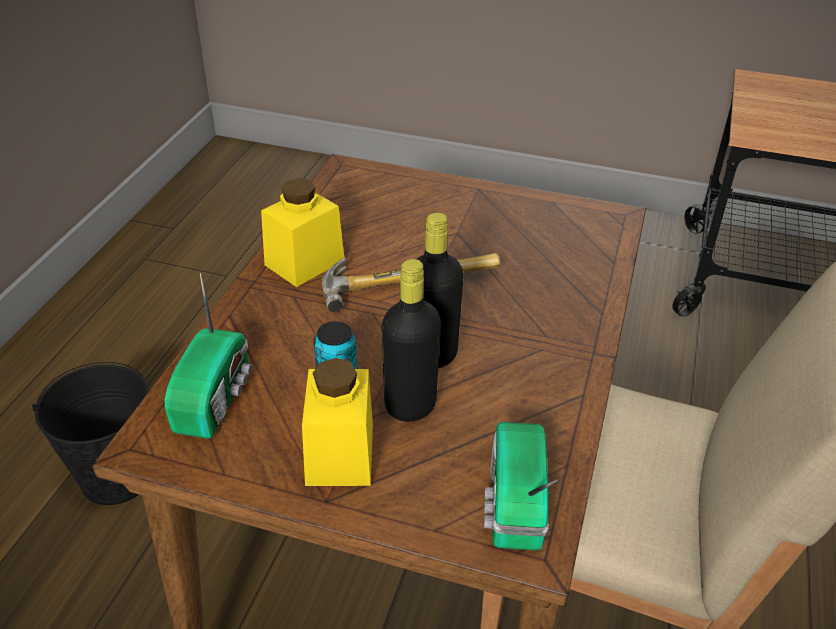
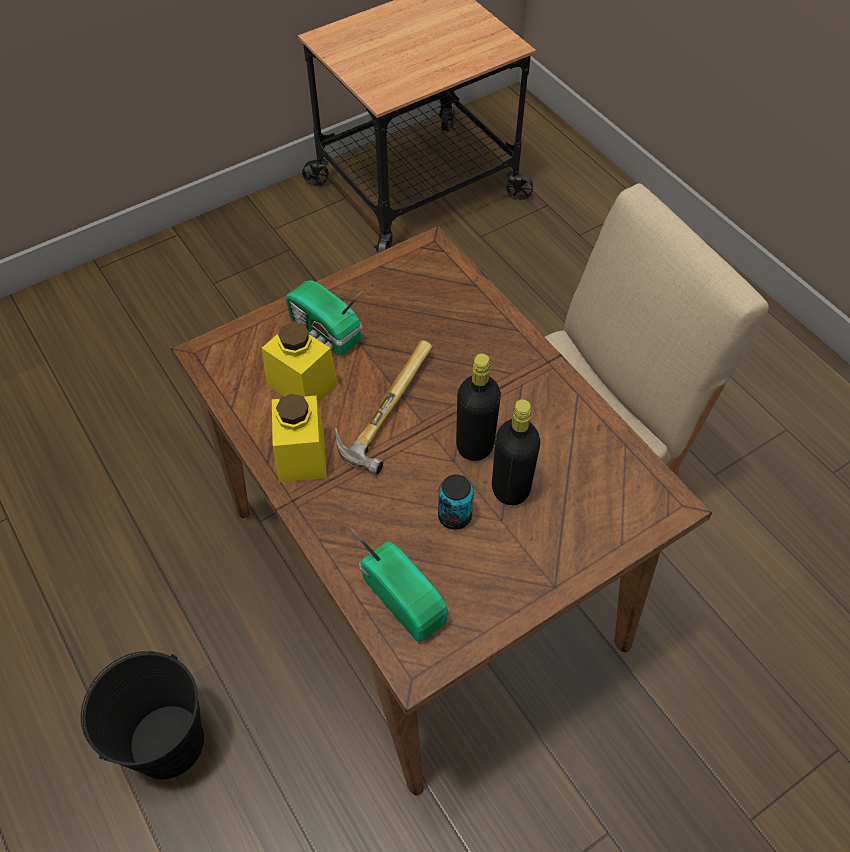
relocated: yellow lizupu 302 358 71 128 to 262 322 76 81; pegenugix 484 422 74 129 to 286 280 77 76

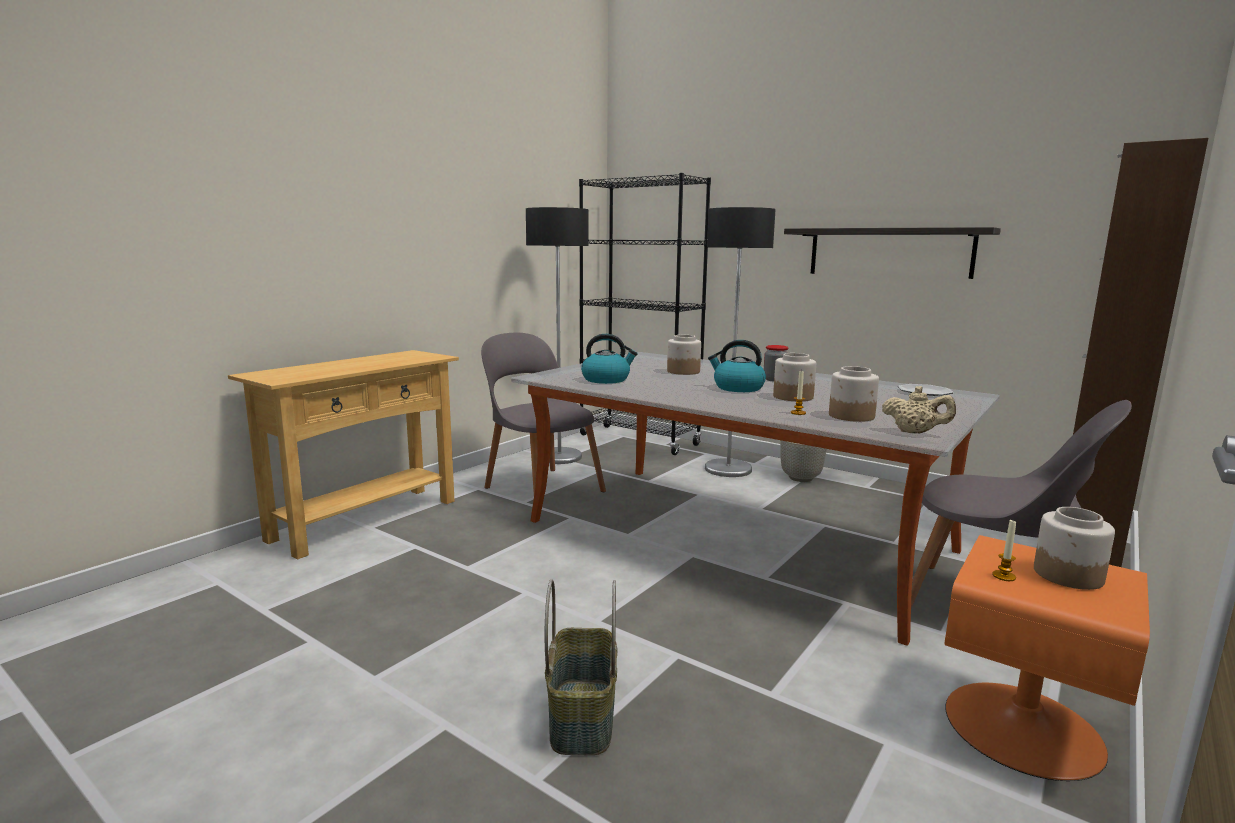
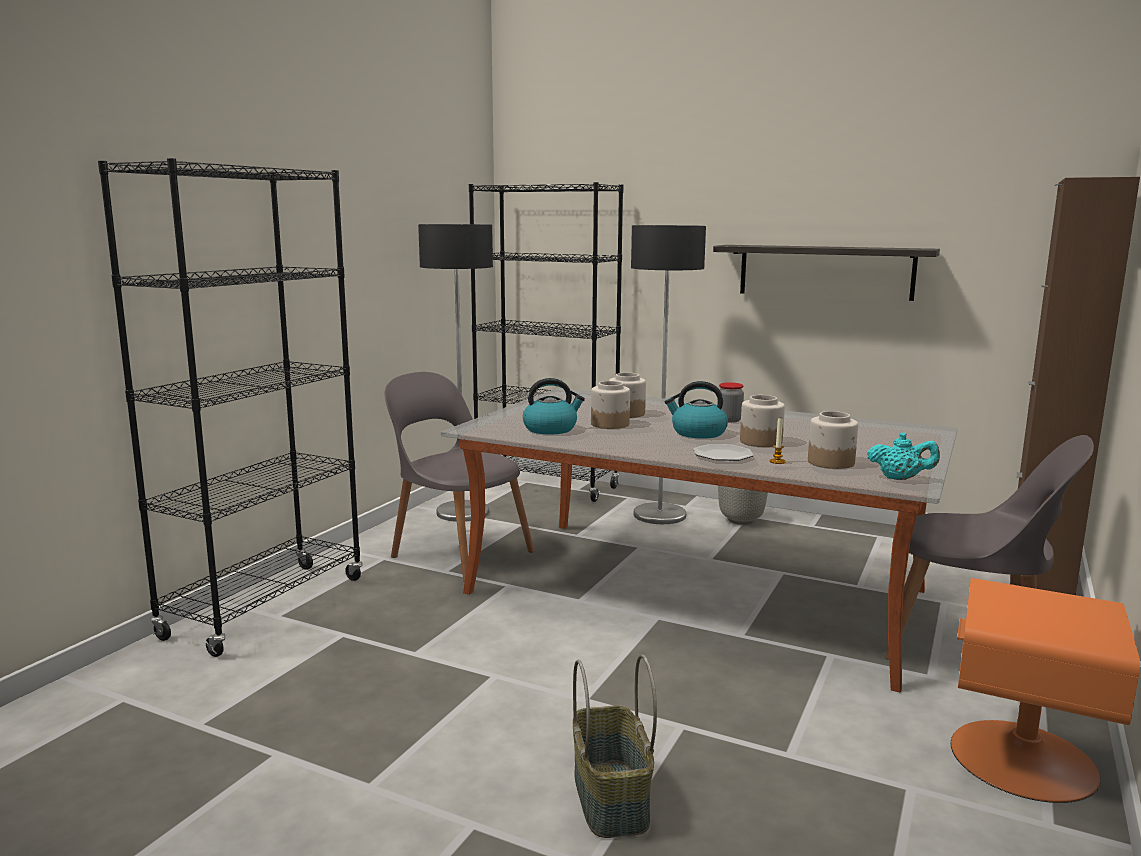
missing: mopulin 992 520 24 61
relocated: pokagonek 898 384 56 12 to 694 444 60 17; lizupu 1034 507 81 83 to 591 381 39 48
exchanged: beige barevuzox 228 350 231 209 to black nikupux 98 158 264 499
colour: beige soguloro 882 386 74 48 to turquoise soguloro 867 432 73 48

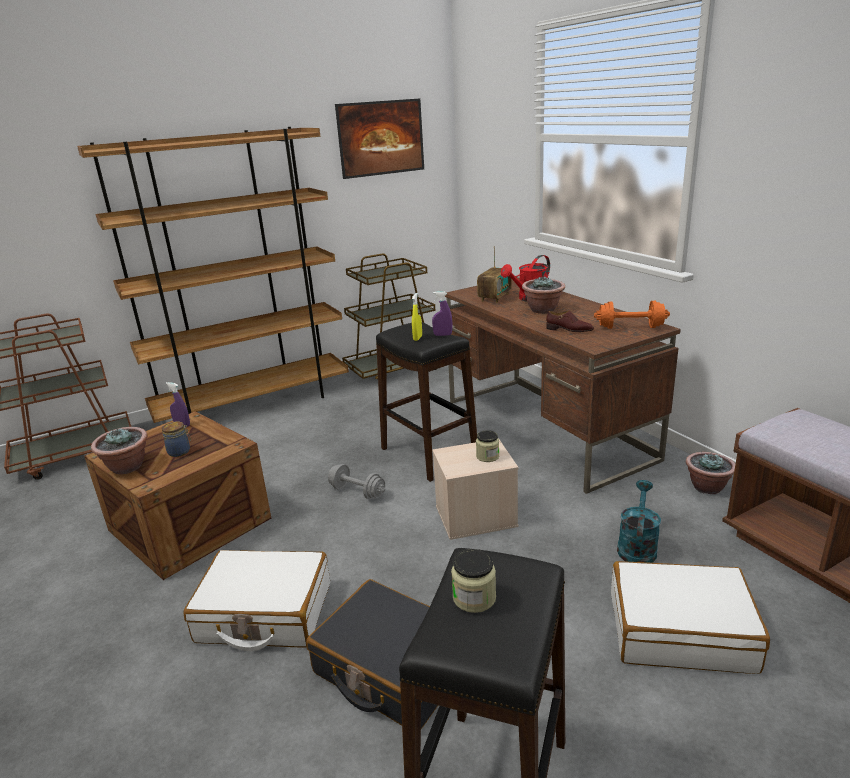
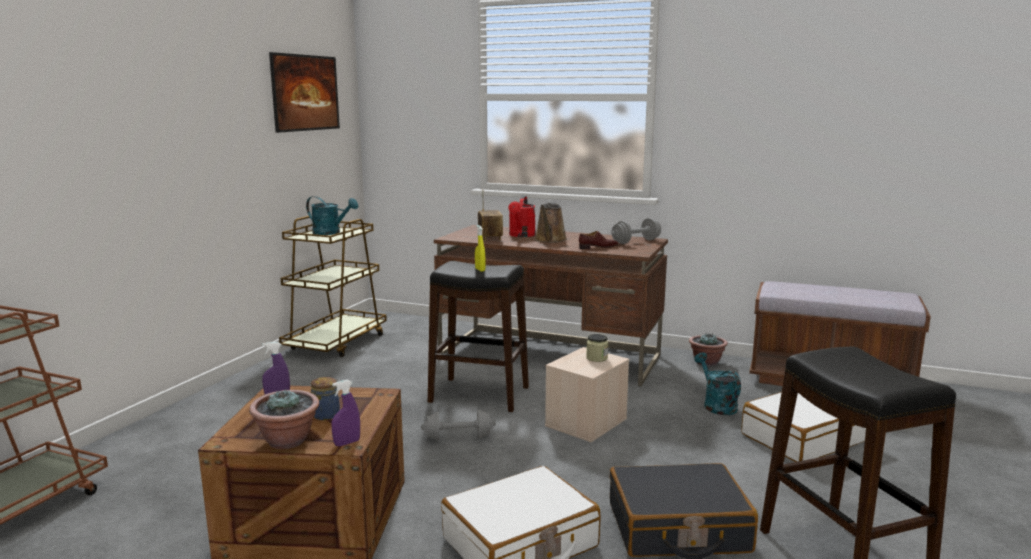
missing: brown nikupux 77 127 272 296; lizupu 451 549 45 64
appeared: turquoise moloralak 306 196 52 39
relocated: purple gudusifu 432 291 20 45 to 331 380 29 66
exchanged: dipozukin 522 276 43 38 to brown moloralak 535 202 32 41
colour: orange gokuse 594 301 76 28 to grey gokuse 612 218 49 26

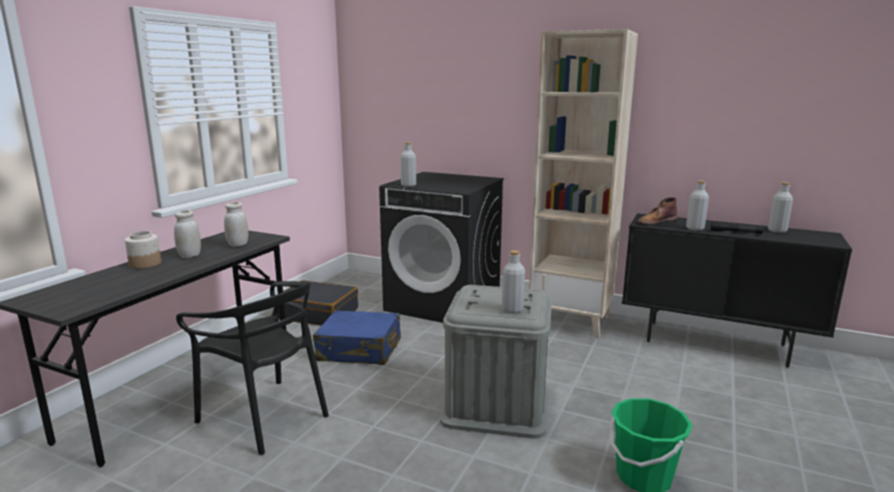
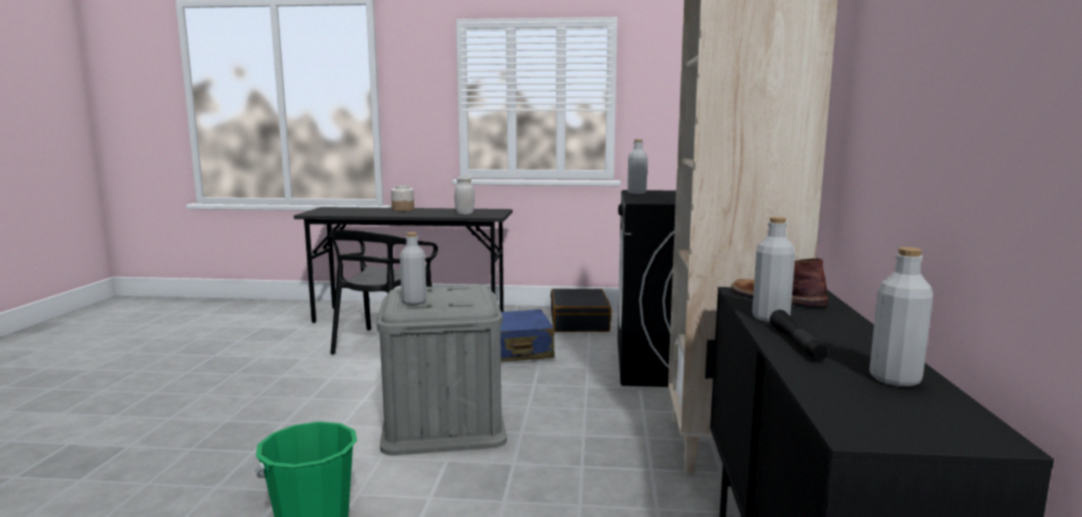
missing: white lizupu 174 210 27 48

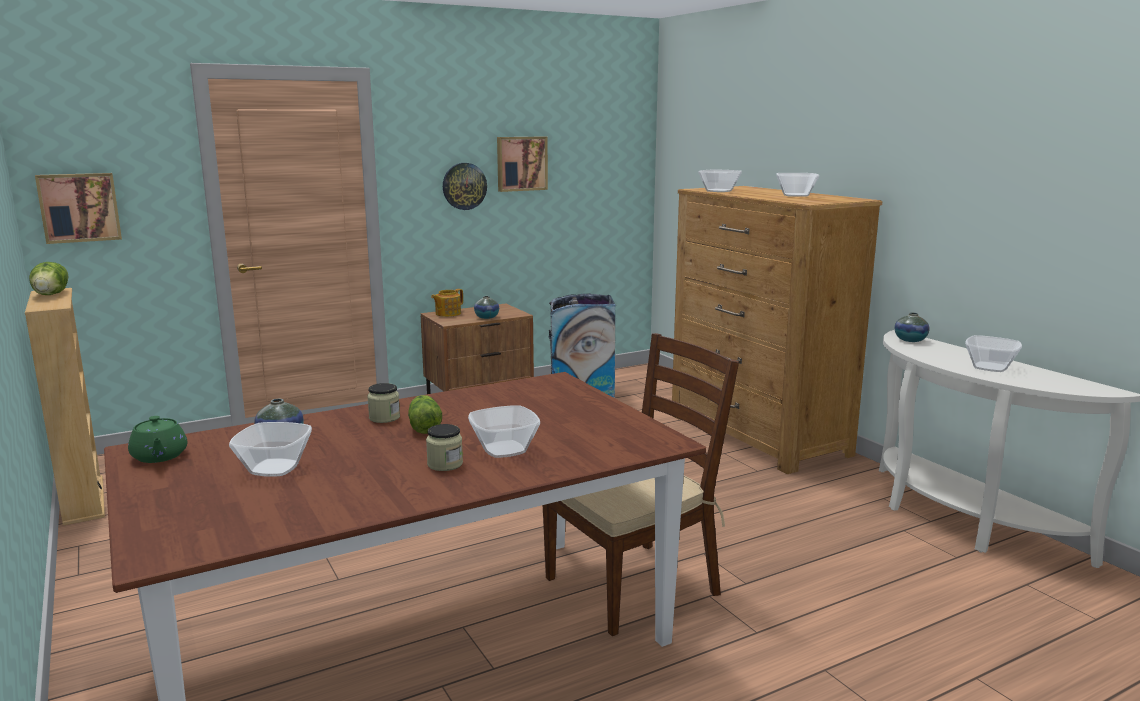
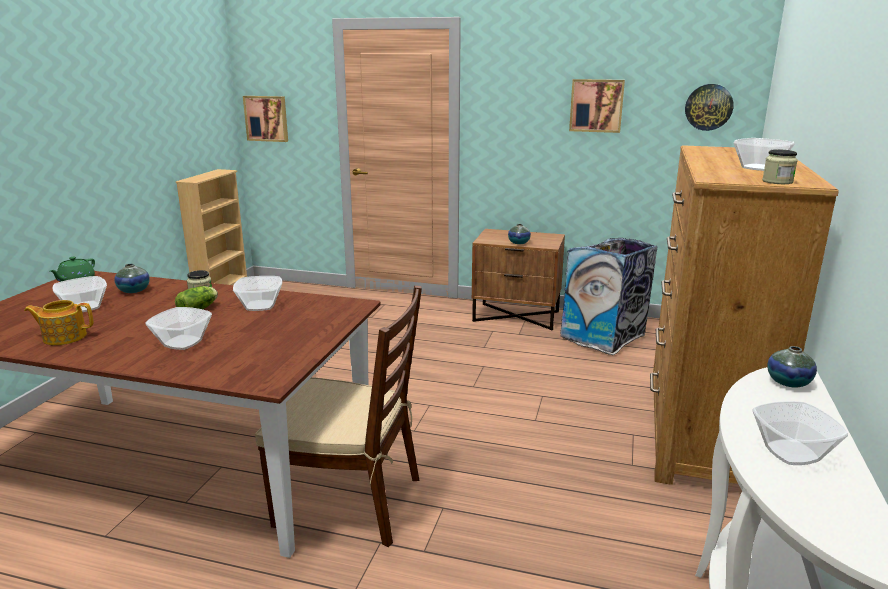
missing: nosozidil 29 262 40 33
relocated: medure 443 163 44 47 to 685 84 49 47; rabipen 698 169 44 23 to 233 276 49 35; soguloro 431 289 32 28 to 24 300 69 45; lizupu 426 424 37 47 to 762 149 35 35

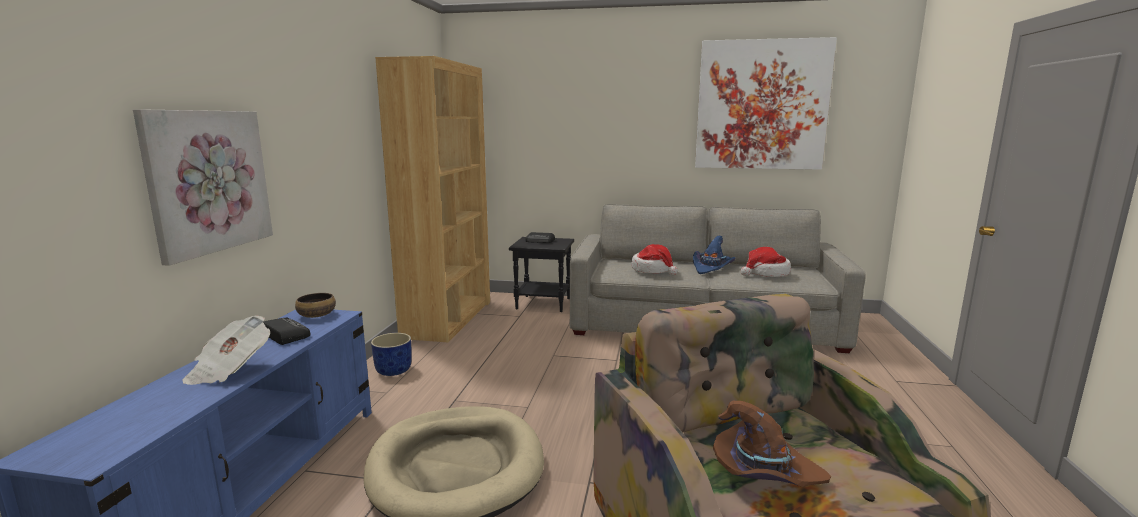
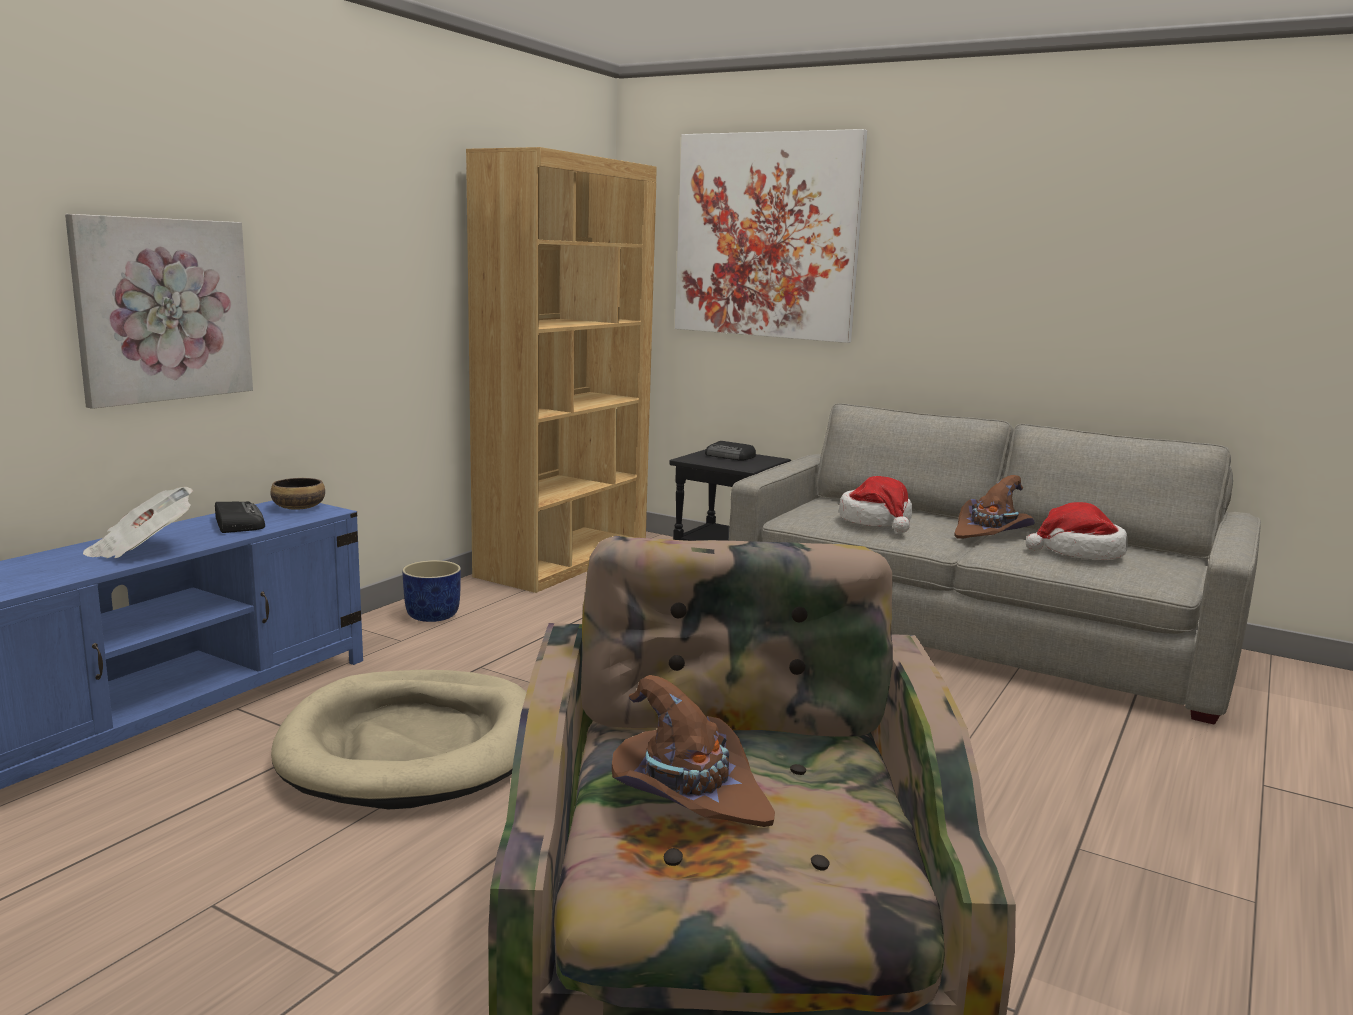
relocated: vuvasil 695 37 142 133 to 675 129 192 214
colour: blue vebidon 693 236 42 38 to brown vebidon 954 475 81 64

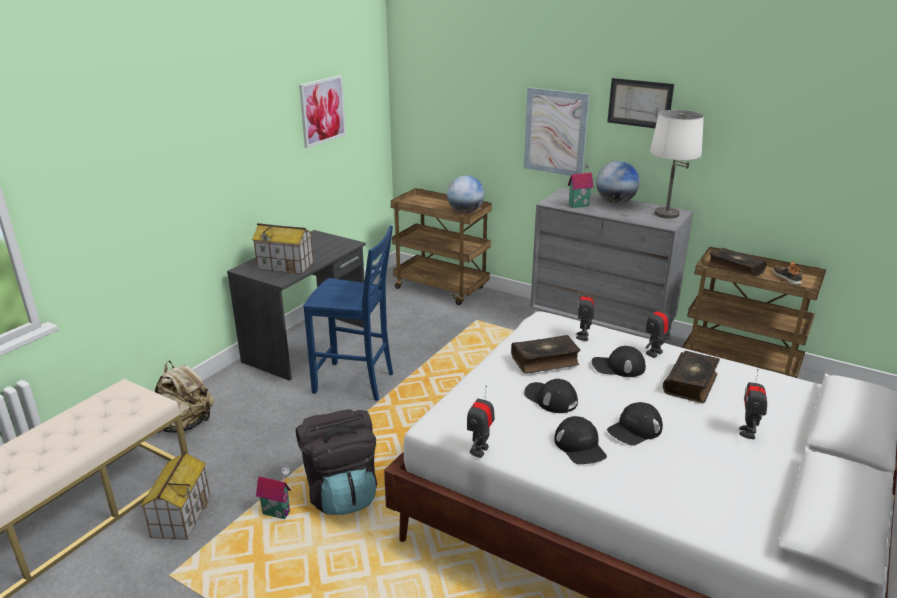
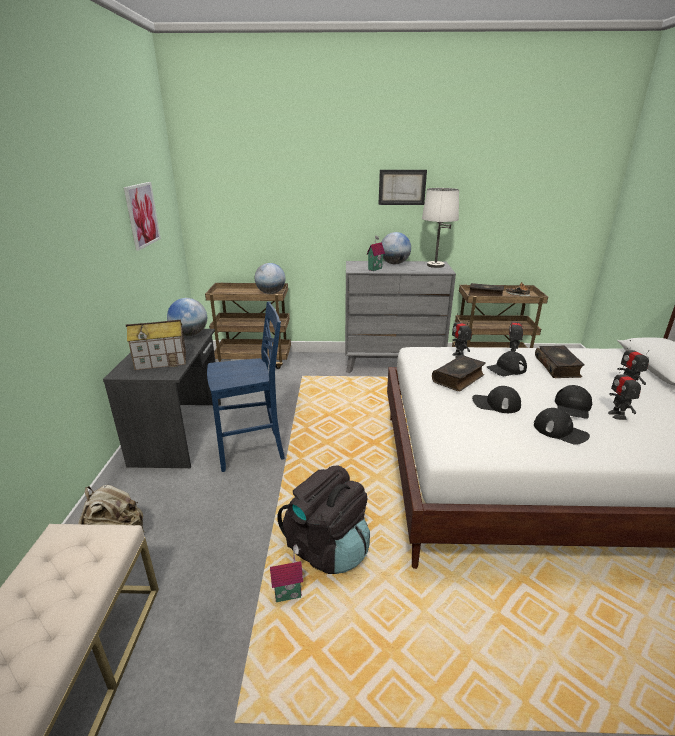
missing: vuvasil 524 87 65 89; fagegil 140 451 70 89
appeared: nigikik 167 298 40 39
relocated: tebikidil 467 386 28 72 to 608 363 33 57

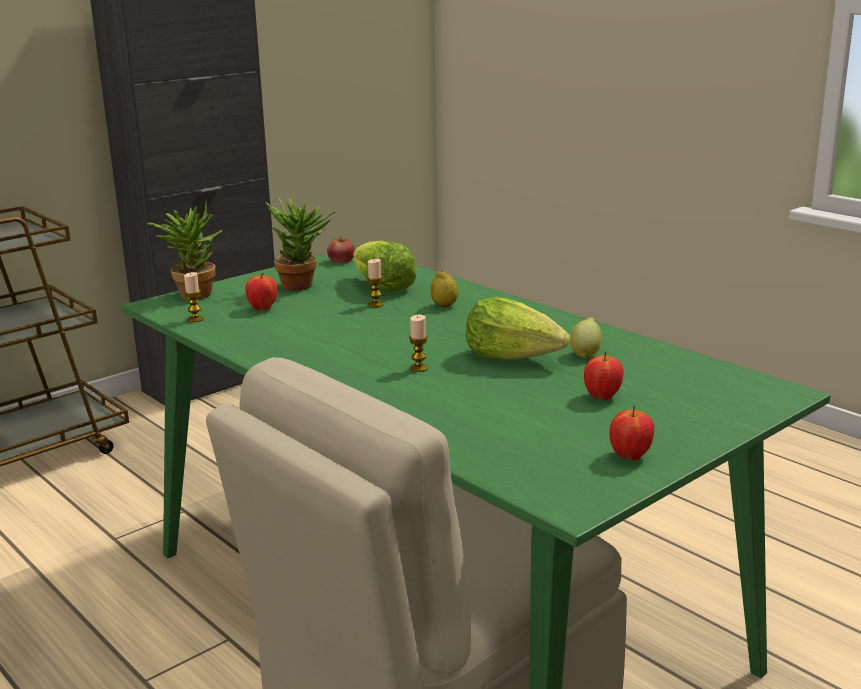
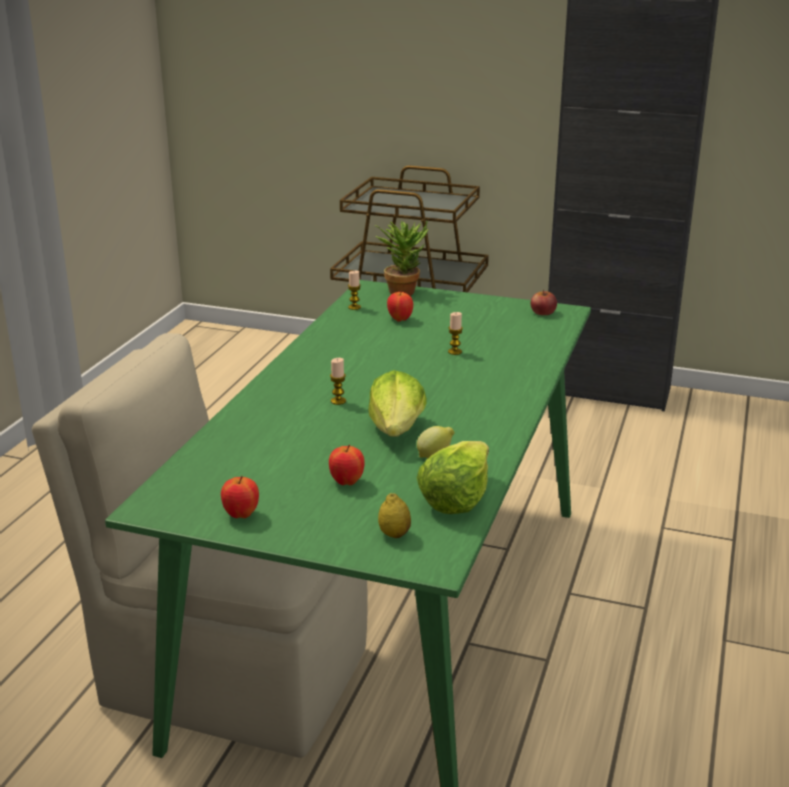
missing: dipozukin 266 198 70 93
relocated: nosozidil 353 240 63 52 to 417 441 72 73; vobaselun 430 270 28 37 to 378 493 33 45

